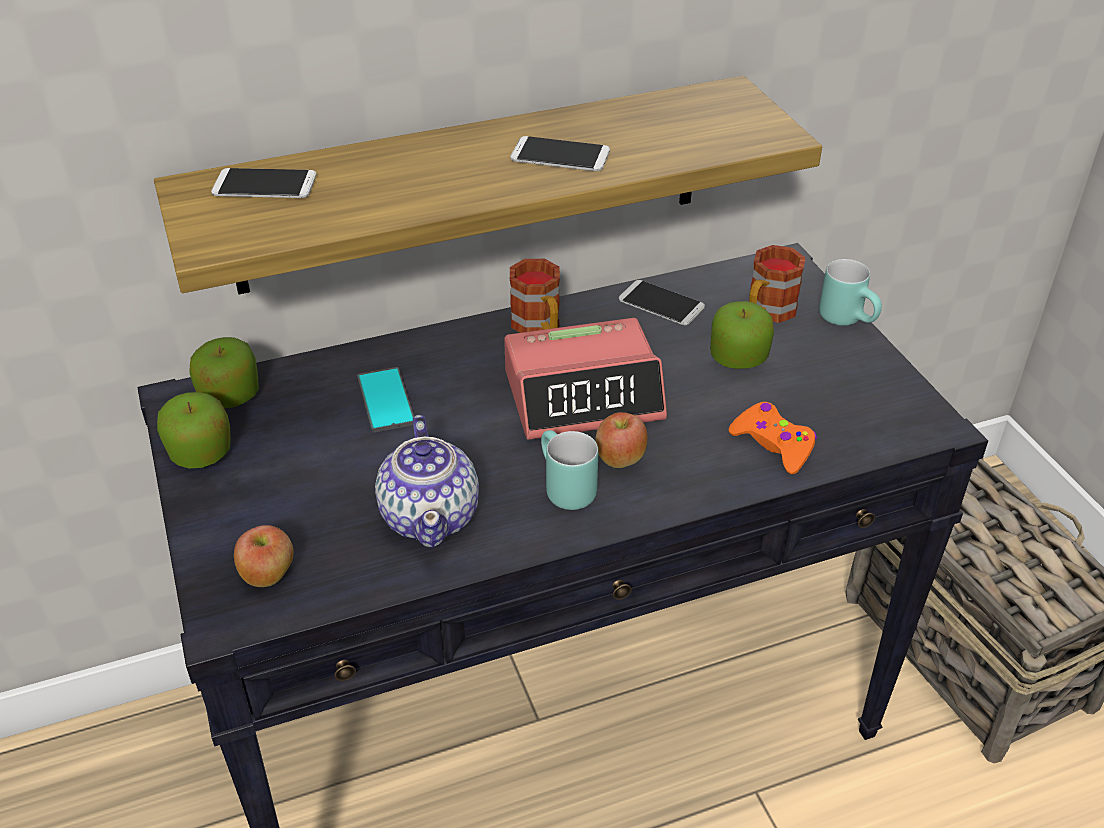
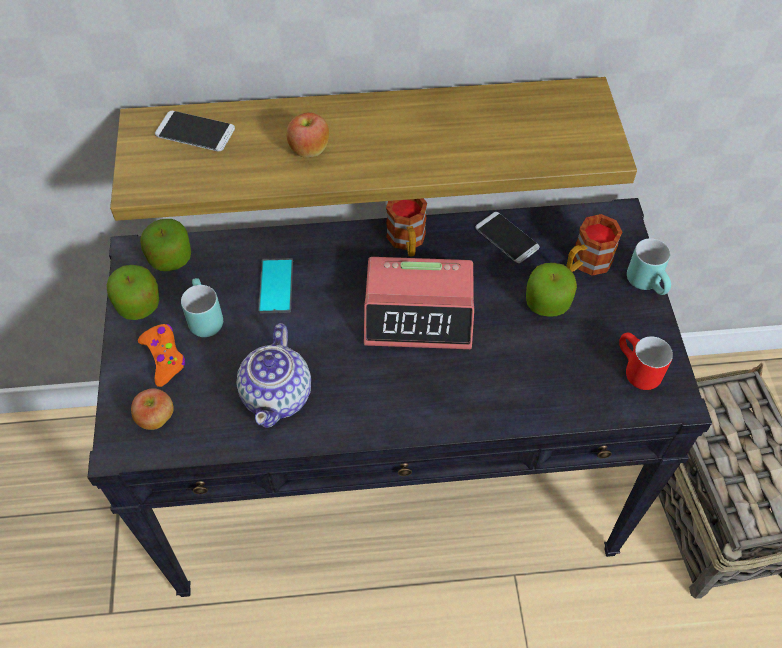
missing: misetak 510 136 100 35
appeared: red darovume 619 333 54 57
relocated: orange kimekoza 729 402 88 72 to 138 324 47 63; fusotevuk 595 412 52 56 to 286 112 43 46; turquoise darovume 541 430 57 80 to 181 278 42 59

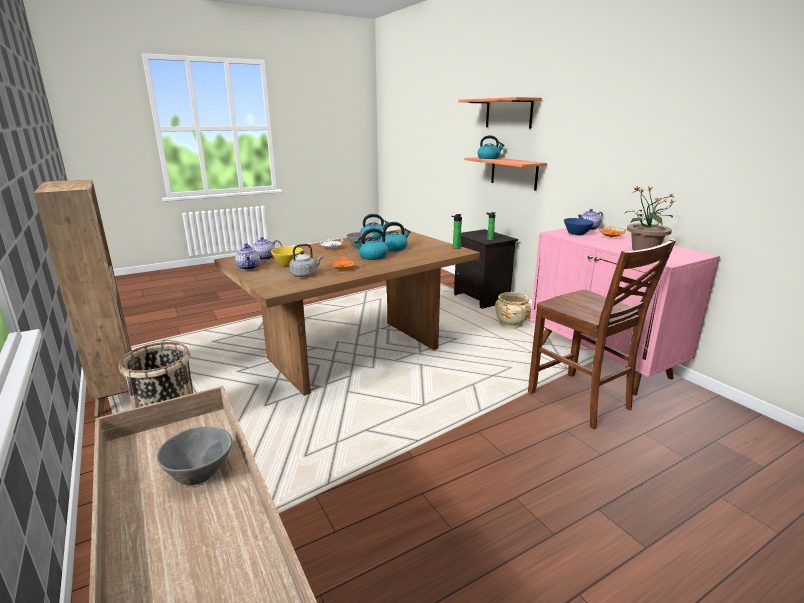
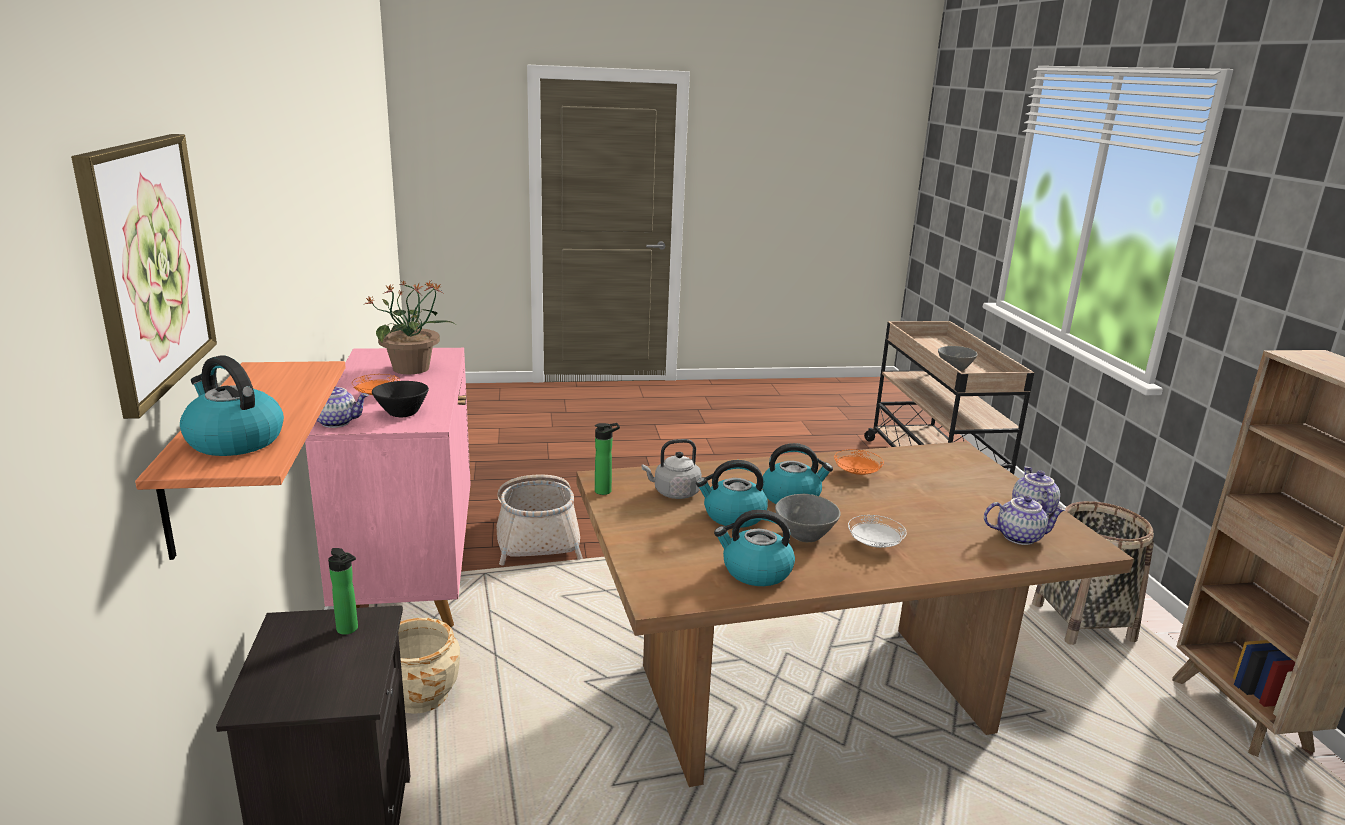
missing: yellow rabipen 271 246 32 20
relocated: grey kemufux 289 244 34 33 to 641 439 61 60
exchanged: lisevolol 458 97 84 31 to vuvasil 71 134 146 285; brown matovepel 528 239 148 190 to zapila 496 475 87 90
colour: blue rabipen 564 218 30 17 to black rabipen 372 381 57 36

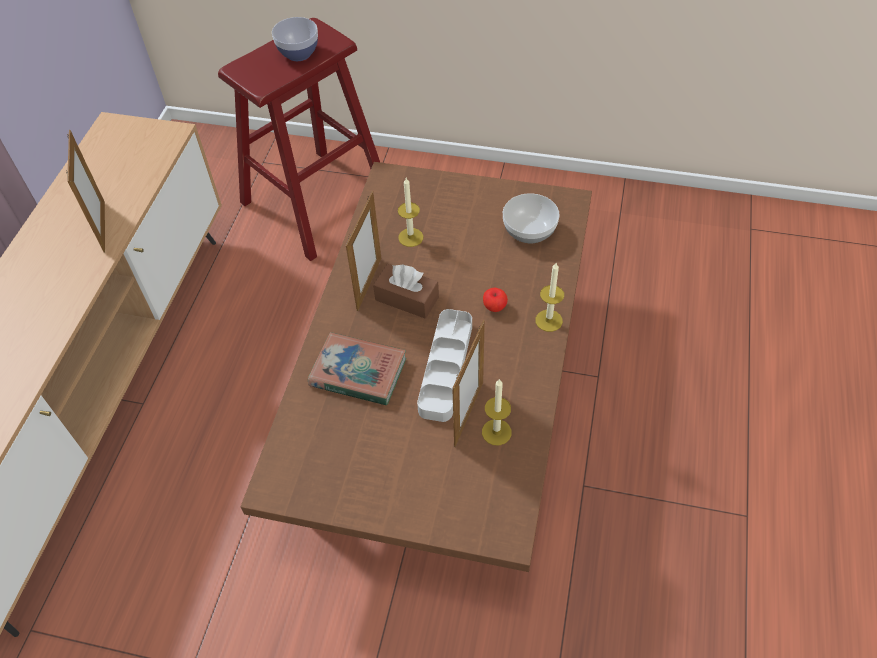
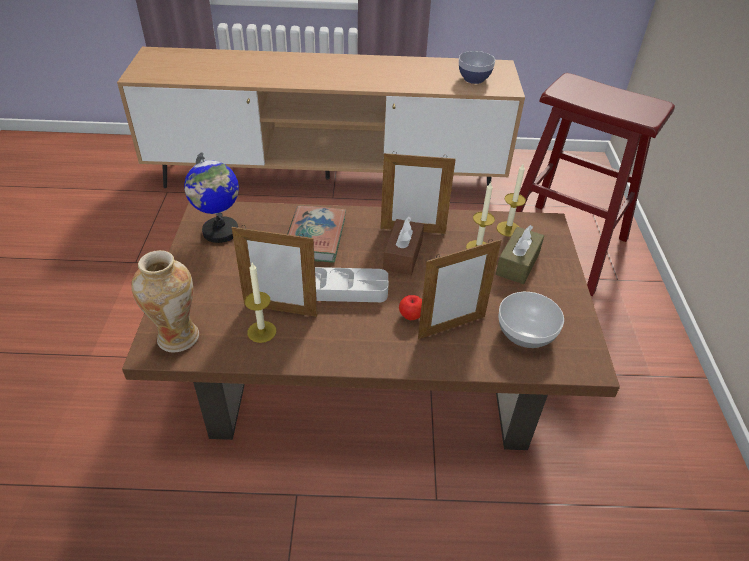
appeared: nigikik 184 152 55 91; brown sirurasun 496 225 48 59; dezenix 132 250 67 102
relocated: rabipen 272 17 46 44 to 459 51 36 33; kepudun 66 130 39 122 to 418 239 83 100; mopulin 535 263 29 69 to 497 164 29 73

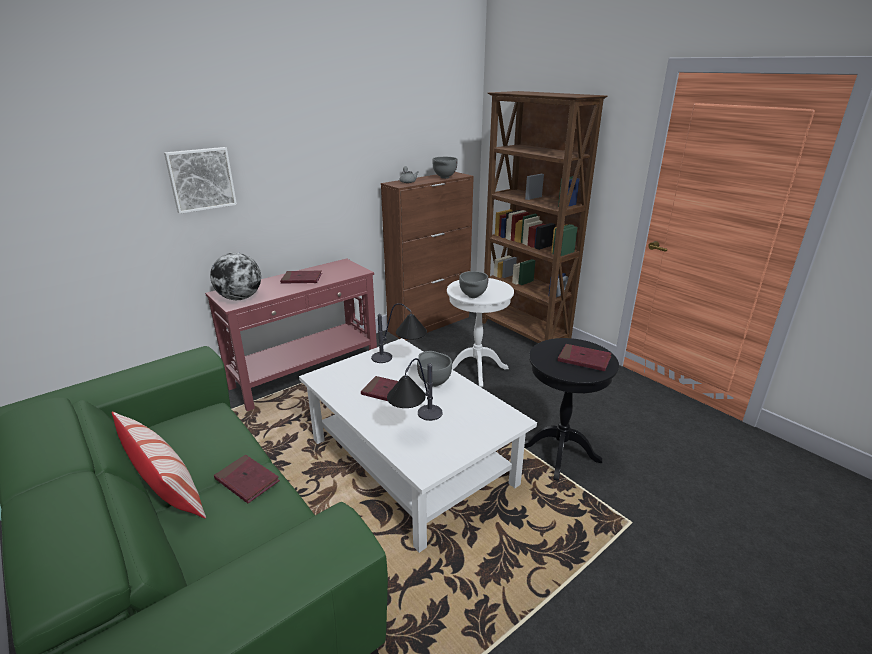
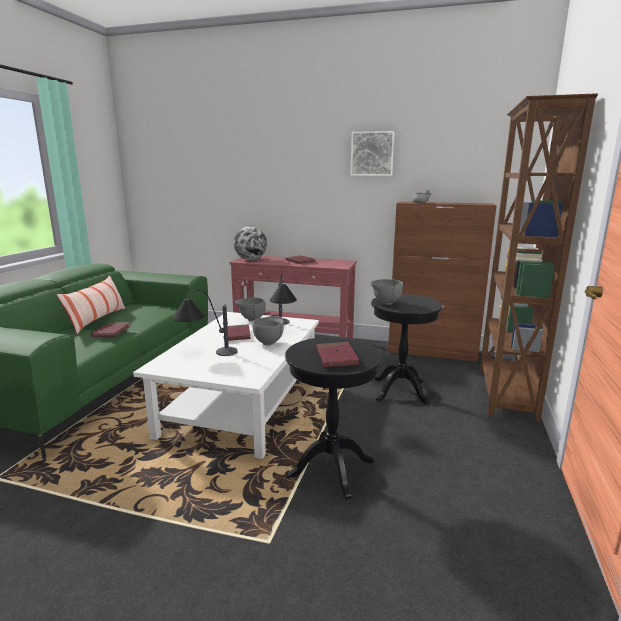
relocated: vuvasil 164 147 73 67 to 351 131 44 45; grey rabipen 432 157 26 22 to 235 298 31 23
colour: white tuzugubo 447 278 67 109 to black tuzugubo 371 294 72 110

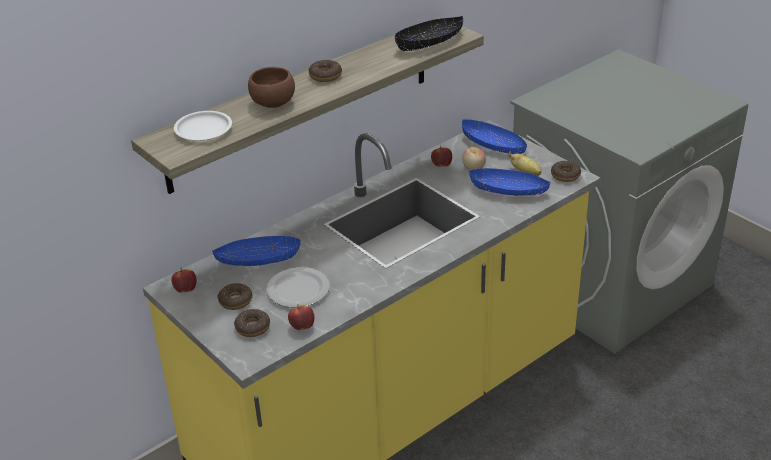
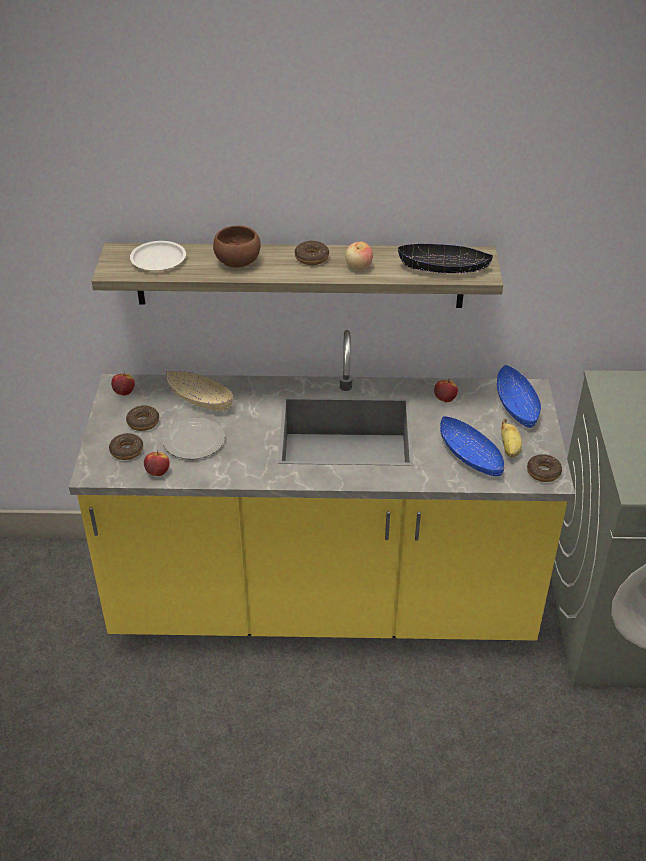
relocated: fusotevuk 462 147 24 23 to 345 242 28 29
colour: blue rabipen 212 236 89 30 to beige rabipen 166 371 67 40

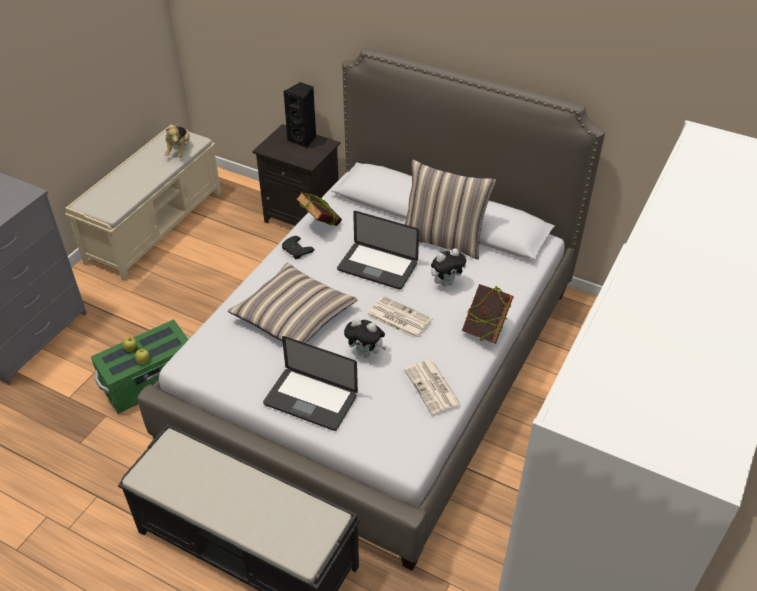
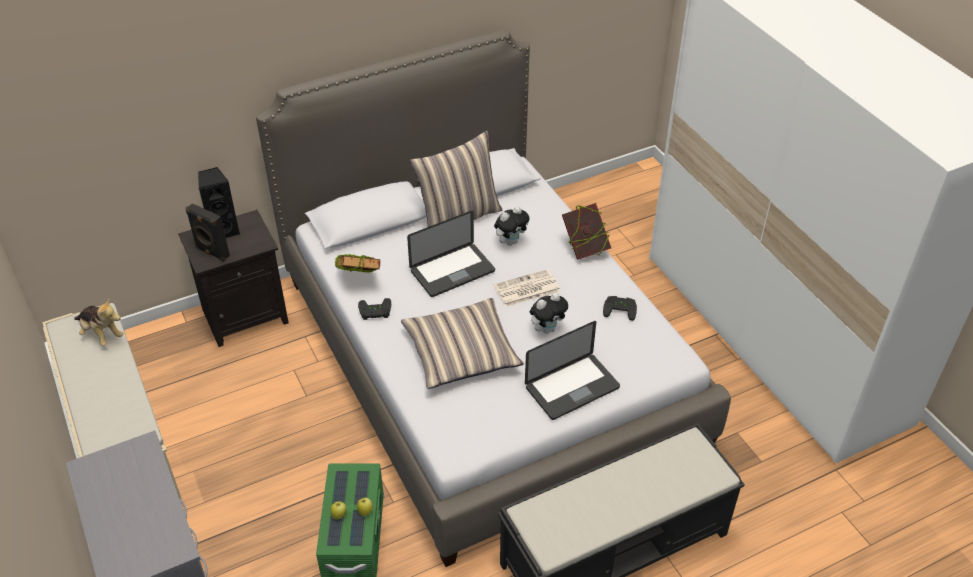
appeared: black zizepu 186 203 44 58
exchanged: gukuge 404 360 58 55 to black kimekoza 603 296 34 25
spun: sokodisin 431 248 35 39 = 494 206 35 40 45 degrees clockwise

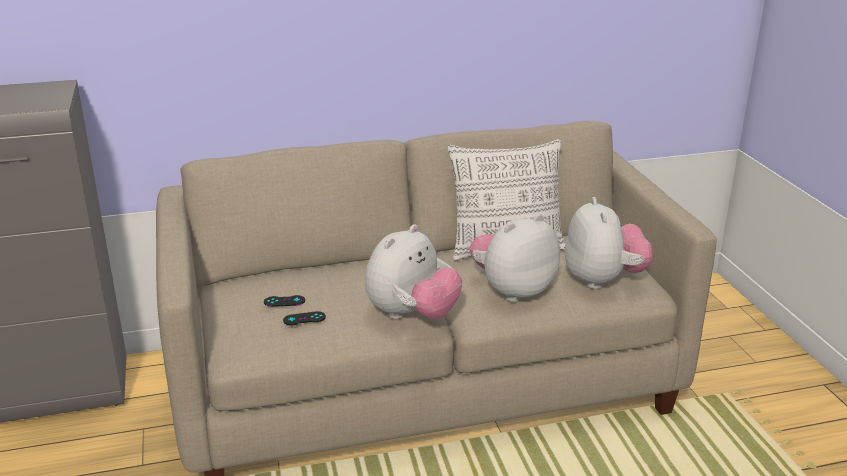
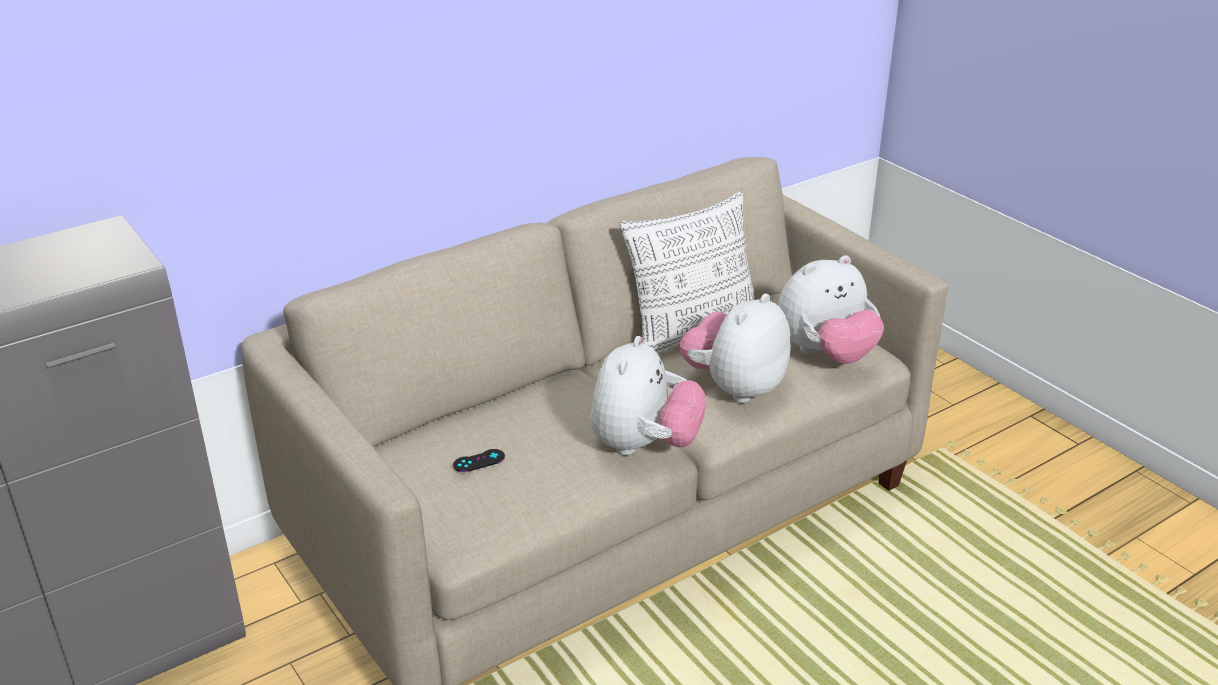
missing: black kimekoza 283 311 43 14
spun: sokodisin 565 197 88 92 = 778 255 106 109 90 degrees clockwise

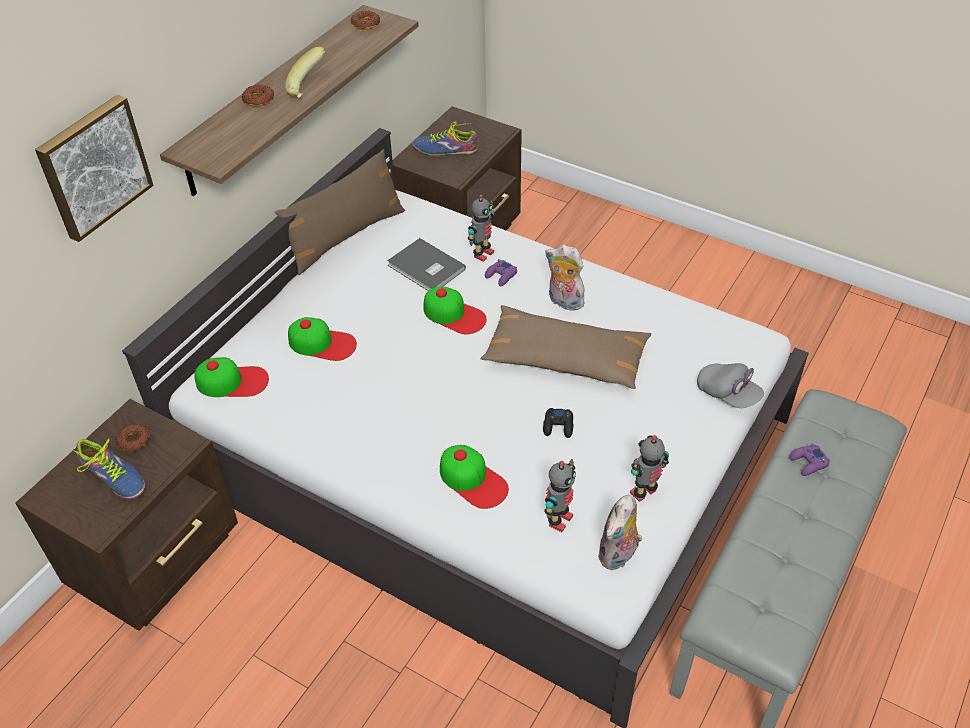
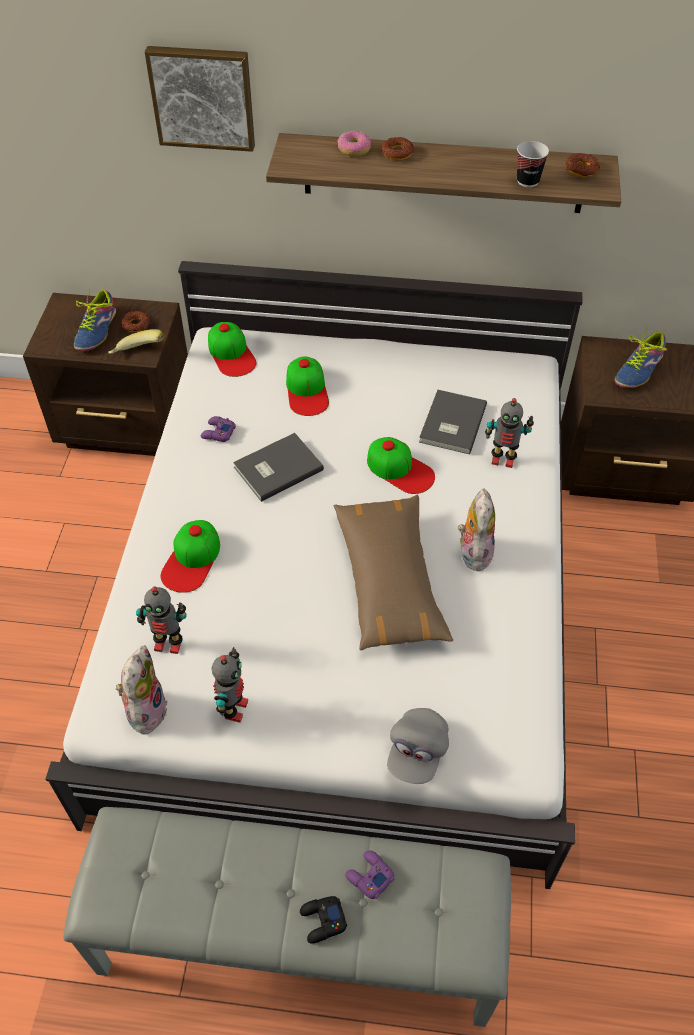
missing: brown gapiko 275 149 130 126
appeared: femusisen 337 131 34 25; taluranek 517 141 32 46; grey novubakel 233 433 91 69
relocated: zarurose 285 47 41 51 to 108 329 56 25; purple kimekoza 485 259 32 27 to 201 416 35 26; black kimekoza 543 408 30 30 to 300 896 47 48
spun: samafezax 412 122 66 34 = 615 327 52 61 120 degrees counterclockwise; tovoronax 423 286 64 48 = 367 437 68 57 60 degrees counterclockwise; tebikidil 630 435 39 67 = 211 647 37 76 75 degrees clockwise; sokodisin 598 494 44 76 = 116 645 52 93 90 degrees clockwise

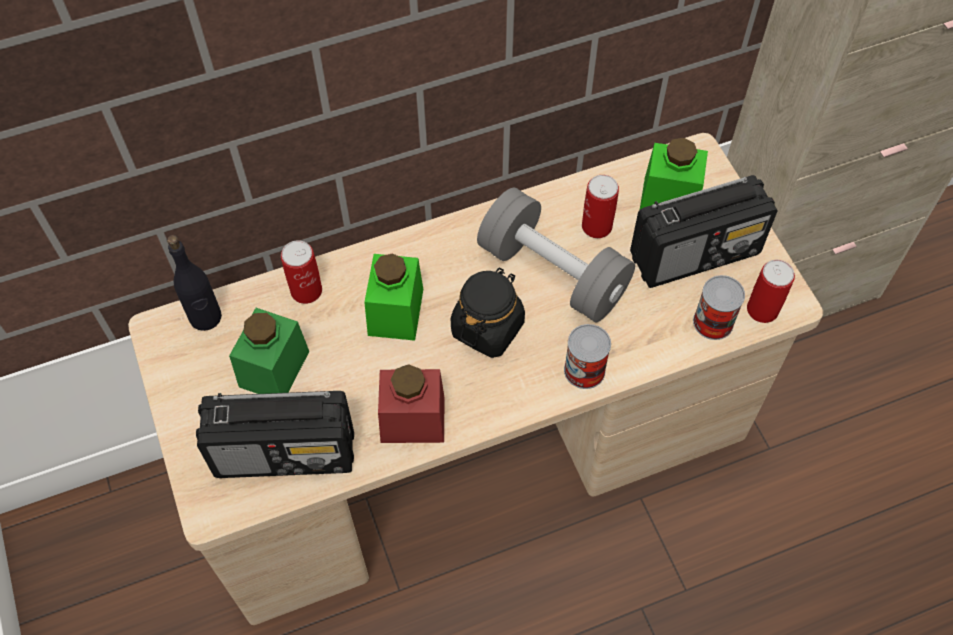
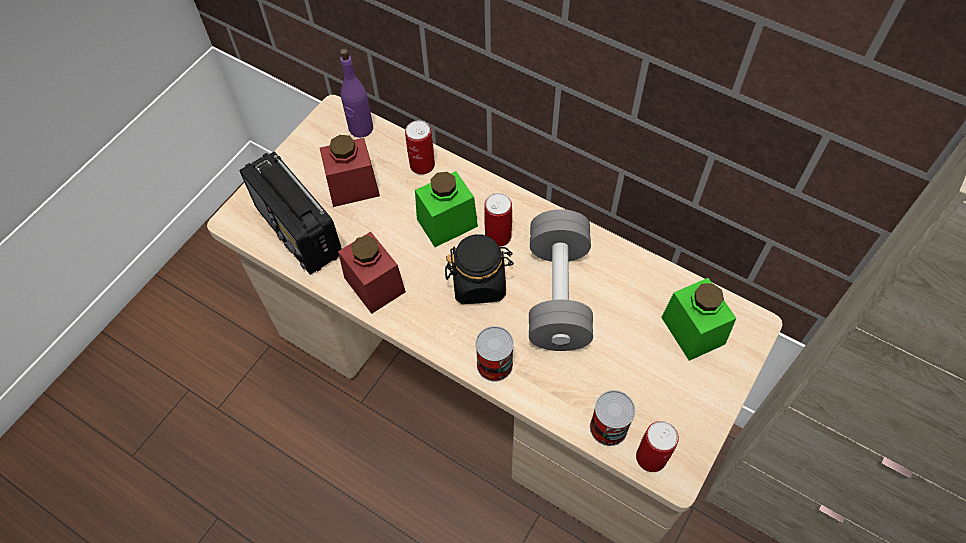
missing: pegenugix 630 175 147 113
relocated: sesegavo 582 175 37 63 to 484 193 28 54
colour: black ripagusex 167 235 55 96 to purple ripagusex 340 48 33 90; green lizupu 229 308 80 86 to red lizupu 320 135 60 72

